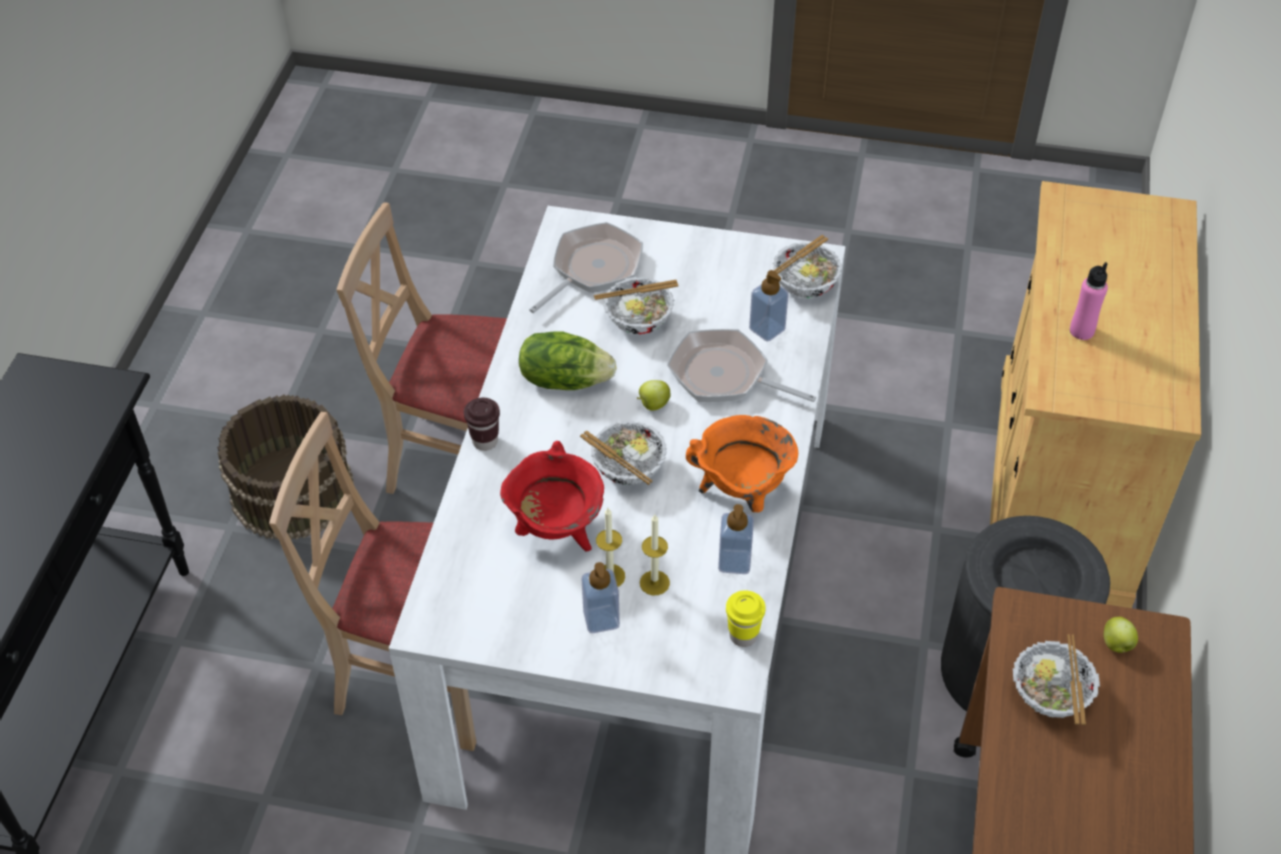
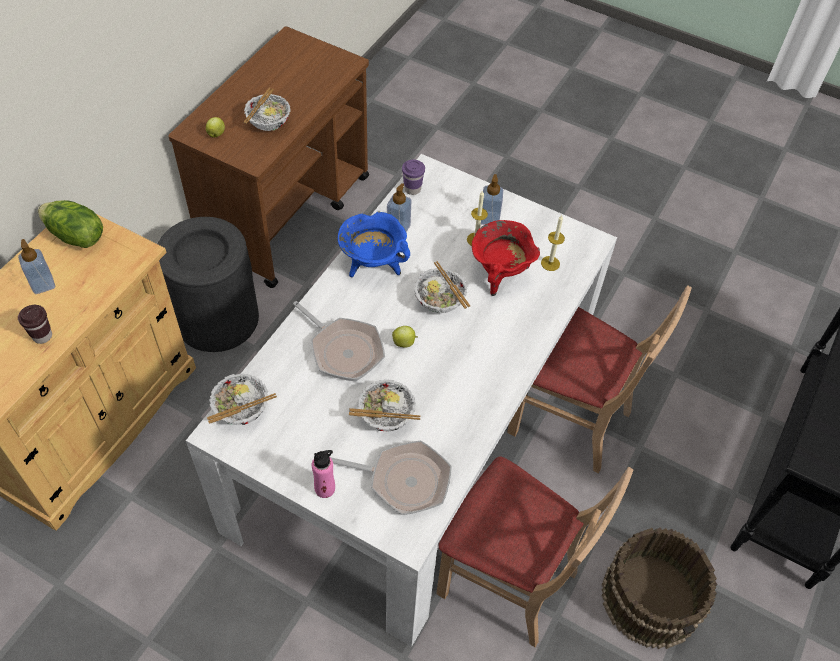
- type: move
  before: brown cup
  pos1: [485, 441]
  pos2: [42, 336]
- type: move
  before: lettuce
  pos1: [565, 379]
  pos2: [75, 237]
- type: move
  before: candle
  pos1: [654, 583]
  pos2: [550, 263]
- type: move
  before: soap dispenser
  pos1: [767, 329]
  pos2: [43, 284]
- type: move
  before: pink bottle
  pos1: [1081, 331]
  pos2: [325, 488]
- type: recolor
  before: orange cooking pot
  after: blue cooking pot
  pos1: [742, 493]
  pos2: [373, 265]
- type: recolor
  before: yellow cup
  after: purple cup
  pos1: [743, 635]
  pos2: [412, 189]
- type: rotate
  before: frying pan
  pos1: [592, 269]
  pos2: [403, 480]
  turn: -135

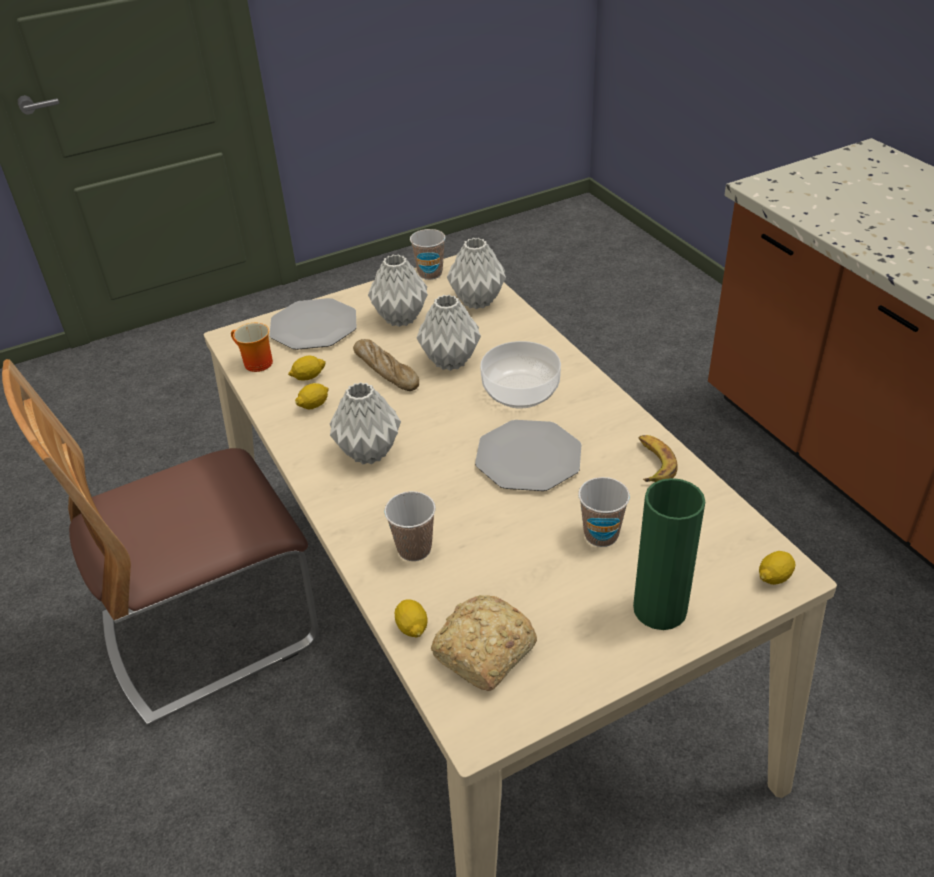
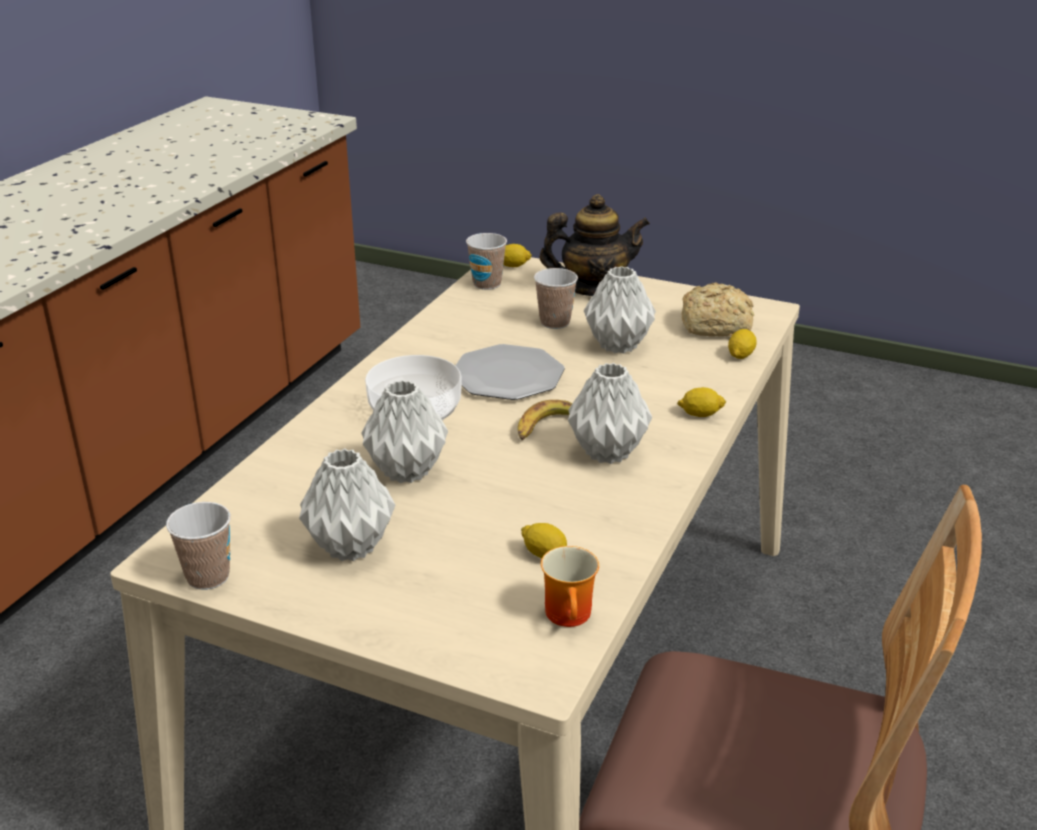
- type: delete
  before: plate
  pos1: [314, 326]
- type: delete
  before: bread
  pos1: [386, 371]
- type: move
  before: lemon
  pos1: [314, 405]
  pos2: [700, 414]
- type: move
  before: cup
  pos1: [414, 549]
  pos2: [487, 284]
- type: move
  before: grey vase
  pos1: [476, 301]
  pos2: [619, 346]
- type: move
  before: banana
  pos1: [653, 463]
  pos2: [544, 427]
- type: replace
  before: green vase
  after: teapot
  pos1: [660, 609]
  pos2: [593, 288]

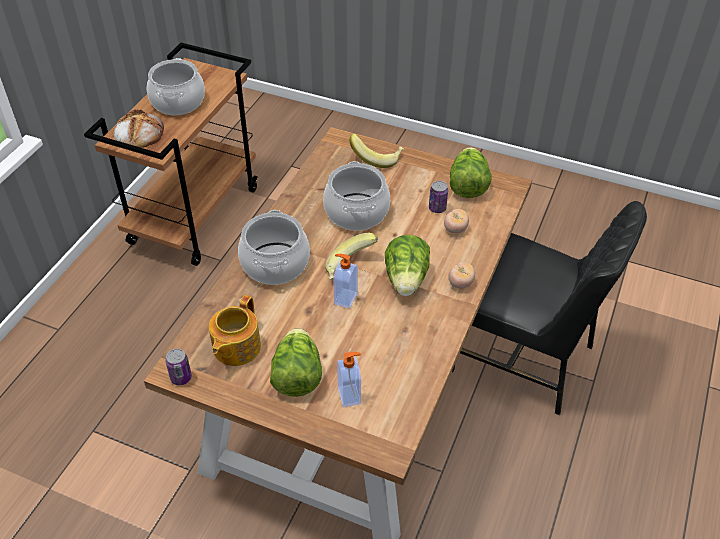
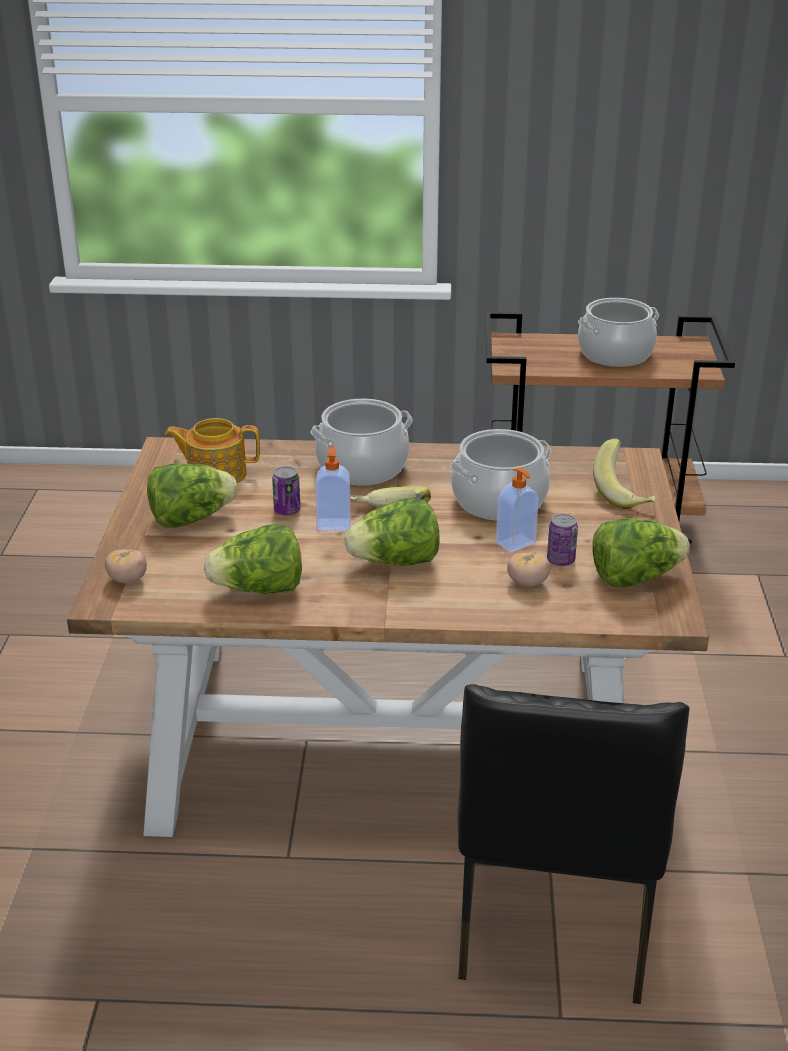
- type: delete
  before: bread
  pos1: [139, 133]
- type: insert
  after: lettuce
  pos2: [259, 589]
- type: move
  before: can
  pos1: [181, 378]
  pos2: [287, 510]
- type: move
  before: soap dispenser
  pos1: [350, 395]
  pos2: [516, 544]
- type: move
  before: tomato
  pos1: [460, 283]
  pos2: [127, 580]

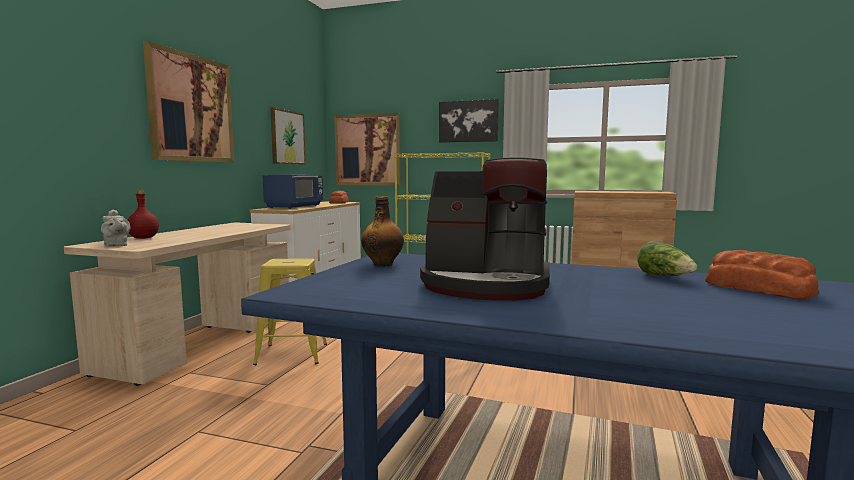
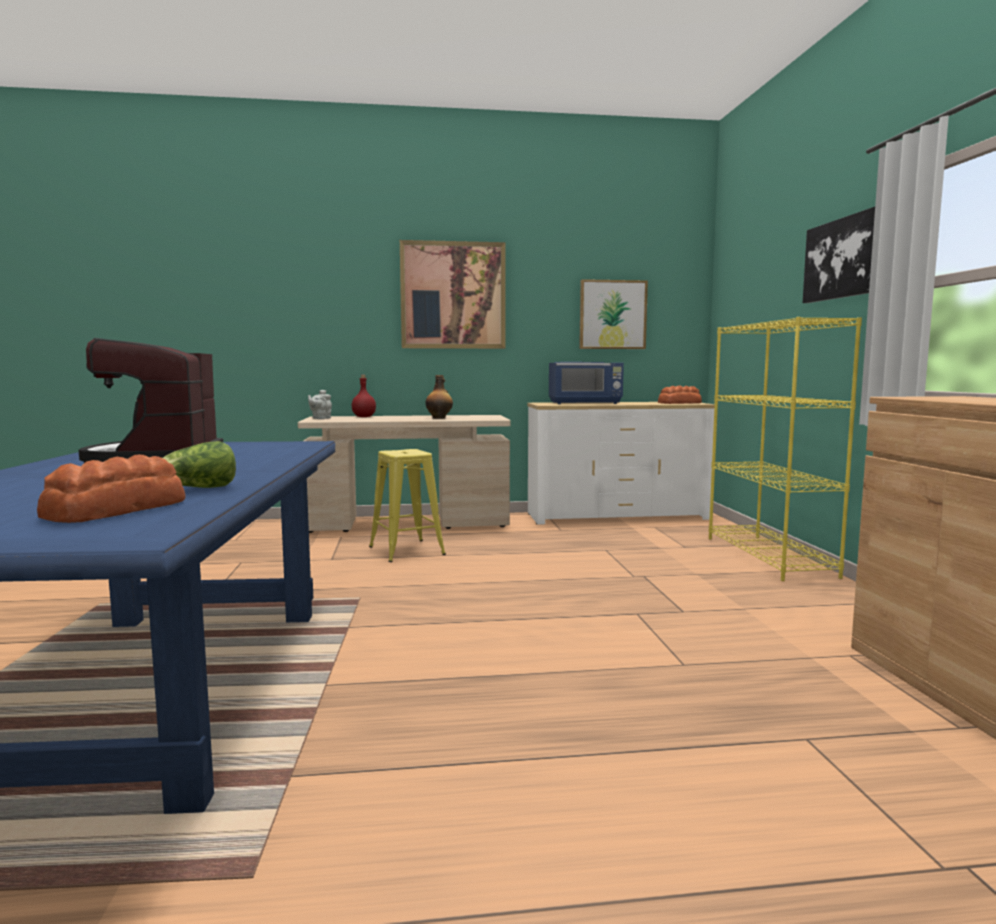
- type: delete
  before: picture
  pos1: [367, 150]
- type: move
  before: bottle
  pos1: [383, 264]
  pos2: [439, 418]

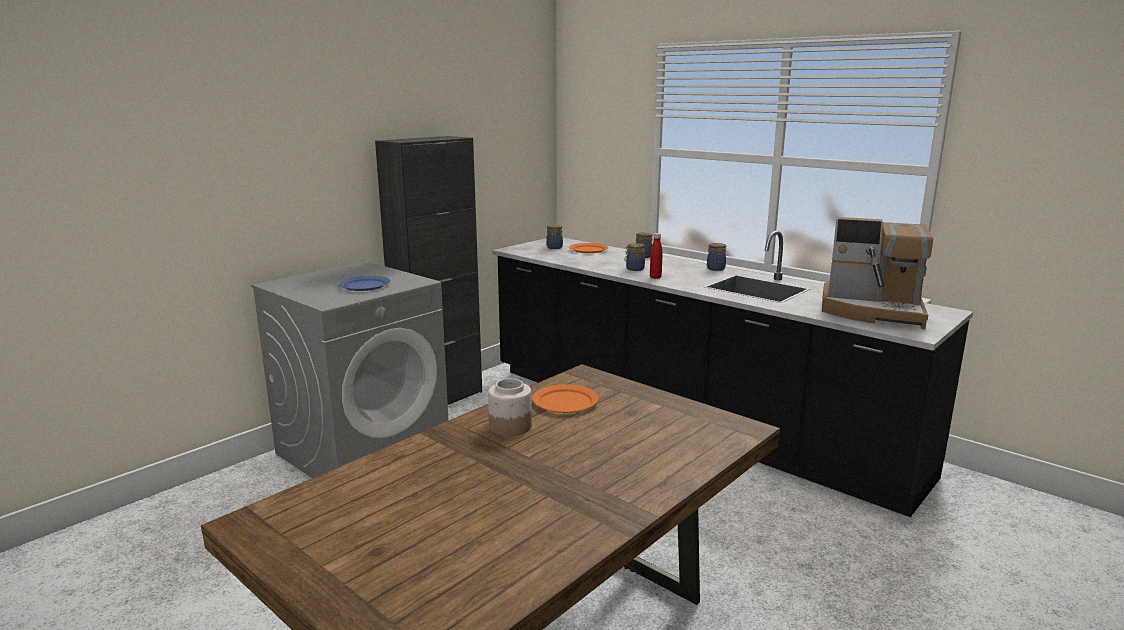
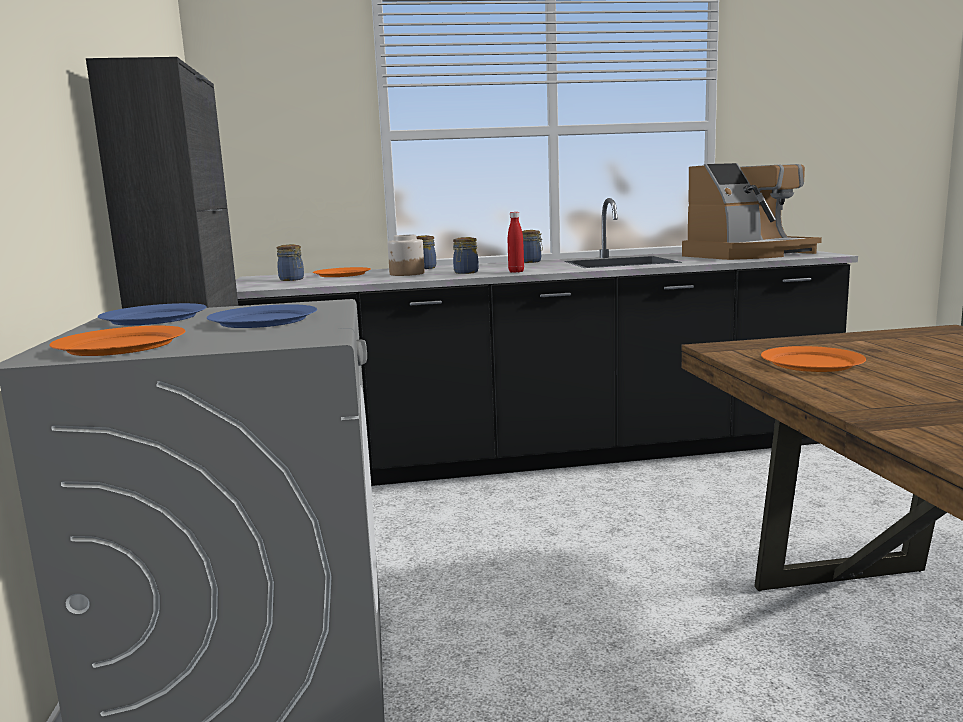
- type: insert
  after: orange plate
  pos2: [120, 346]
- type: insert
  after: blue plate
  pos2: [155, 318]
- type: move
  before: jar
  pos1: [510, 426]
  pos2: [407, 274]

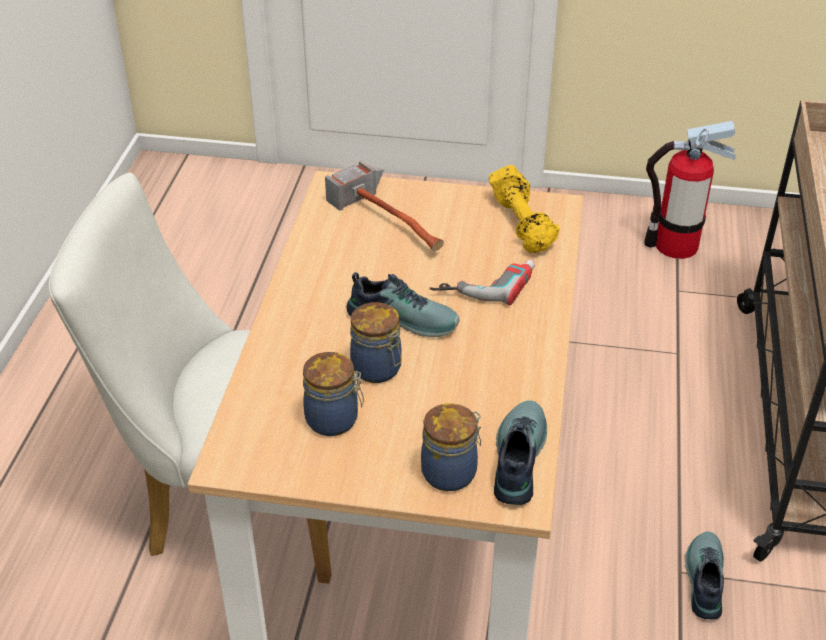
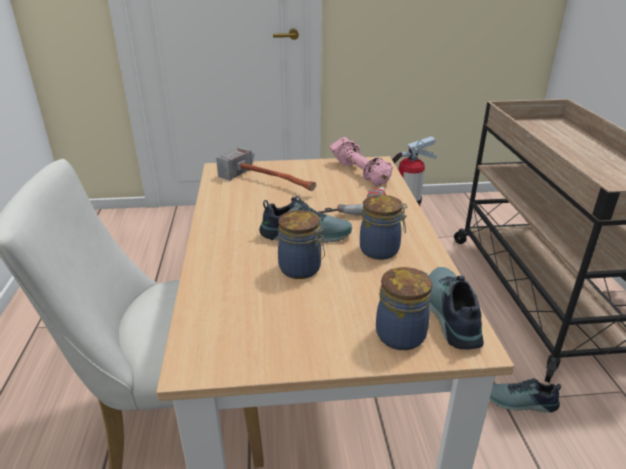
- type: move
  before: jar
  pos1: [334, 420]
  pos2: [381, 250]
- type: recolor
  before: yellow dumbbell
  after: pink dumbbell
  pos1: [522, 224]
  pos2: [360, 173]
- type: rotate
  before: shoe
  pos1: [702, 579]
  pos2: [520, 403]
  turn: -75

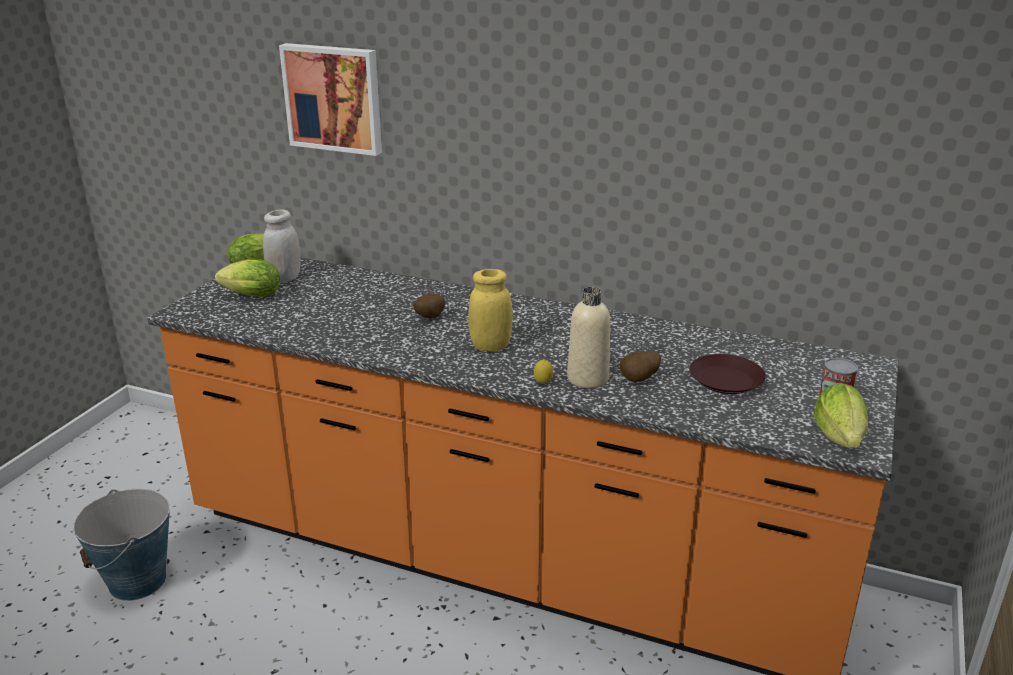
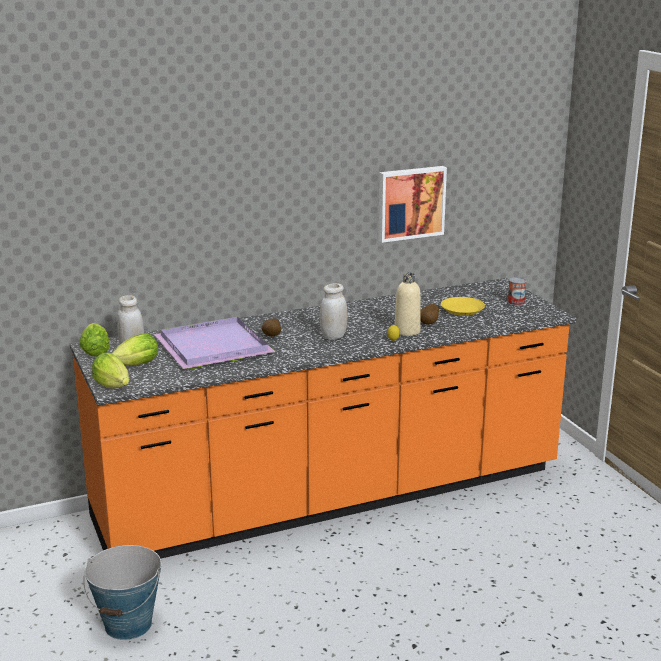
- type: insert
  after: purple tray
  pos2: [212, 348]
- type: move
  before: picture
  pos1: [334, 98]
  pos2: [410, 203]
- type: move
  before: lettuce
  pos1: [840, 441]
  pos2: [114, 387]
- type: recolor
  before: yellow jar
  after: white jar
  pos1: [490, 346]
  pos2: [333, 336]
- type: recolor
  before: brown plate
  after: yellow plate
  pos1: [726, 381]
  pos2: [462, 310]

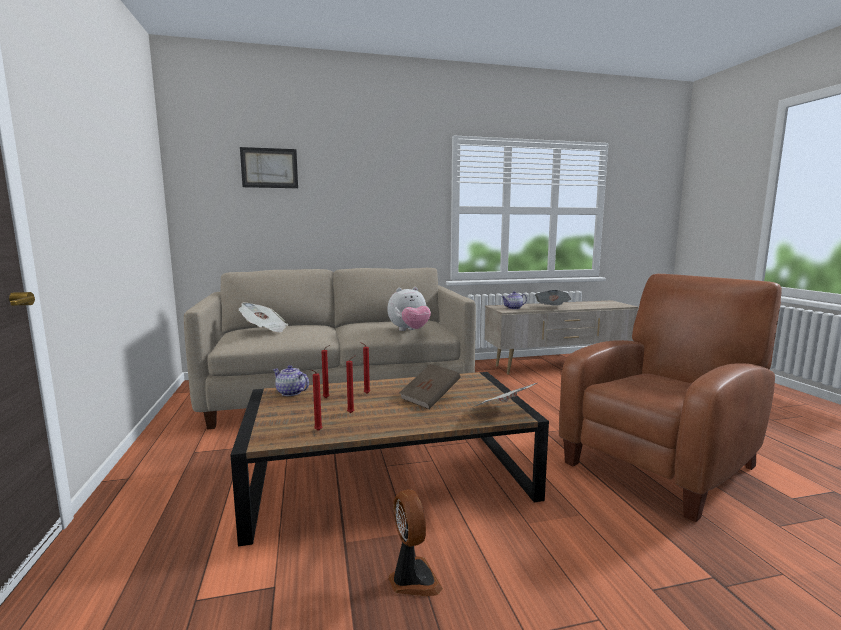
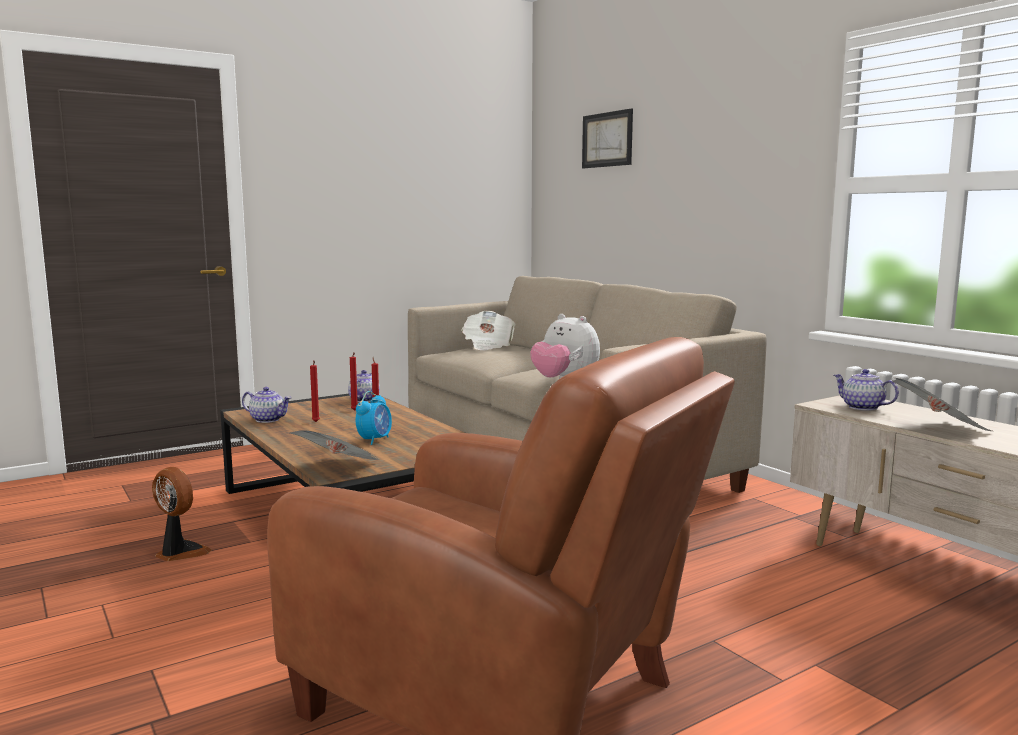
- type: replace
  before: red candle
  after: teapot
  pos1: [317, 431]
  pos2: [268, 419]
- type: replace
  before: brown book
  after: alarm clock
  pos1: [430, 398]
  pos2: [375, 440]
- type: rotate
  before: fan
  pos1: [412, 579]
  pos2: [180, 553]
  turn: -105

